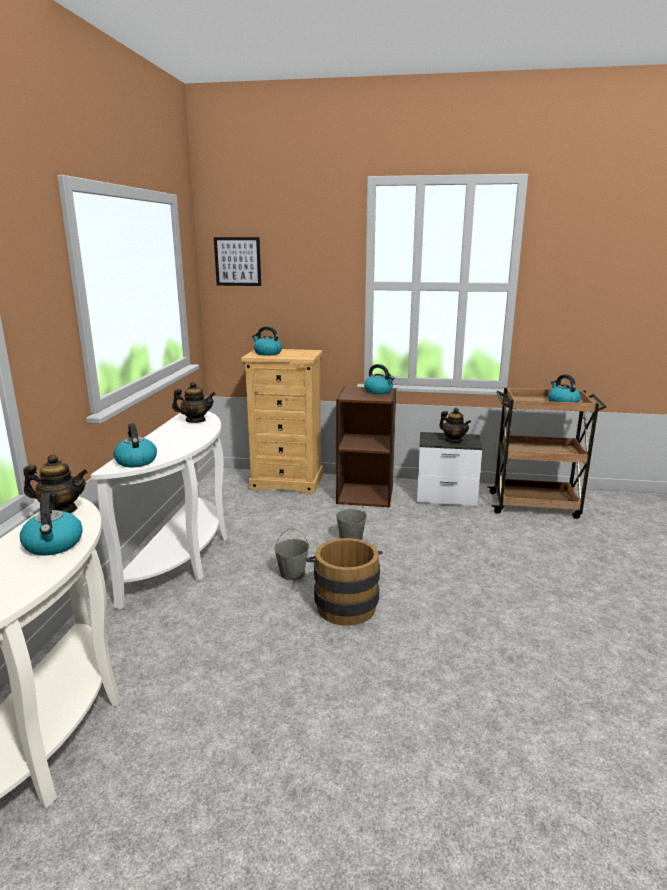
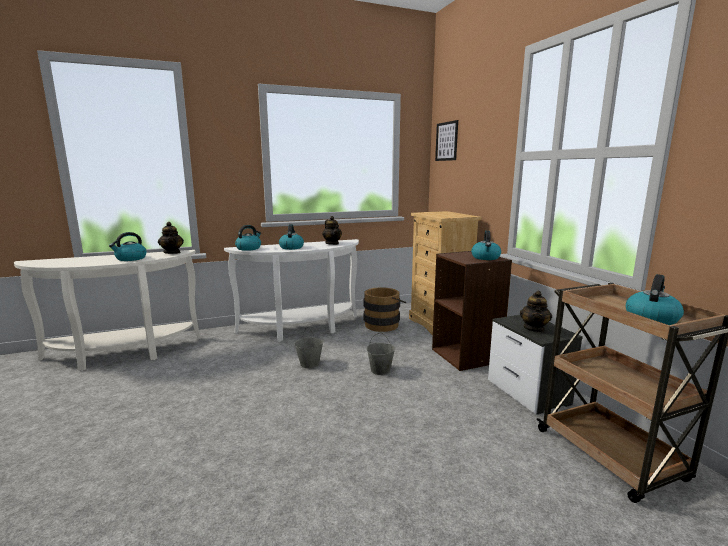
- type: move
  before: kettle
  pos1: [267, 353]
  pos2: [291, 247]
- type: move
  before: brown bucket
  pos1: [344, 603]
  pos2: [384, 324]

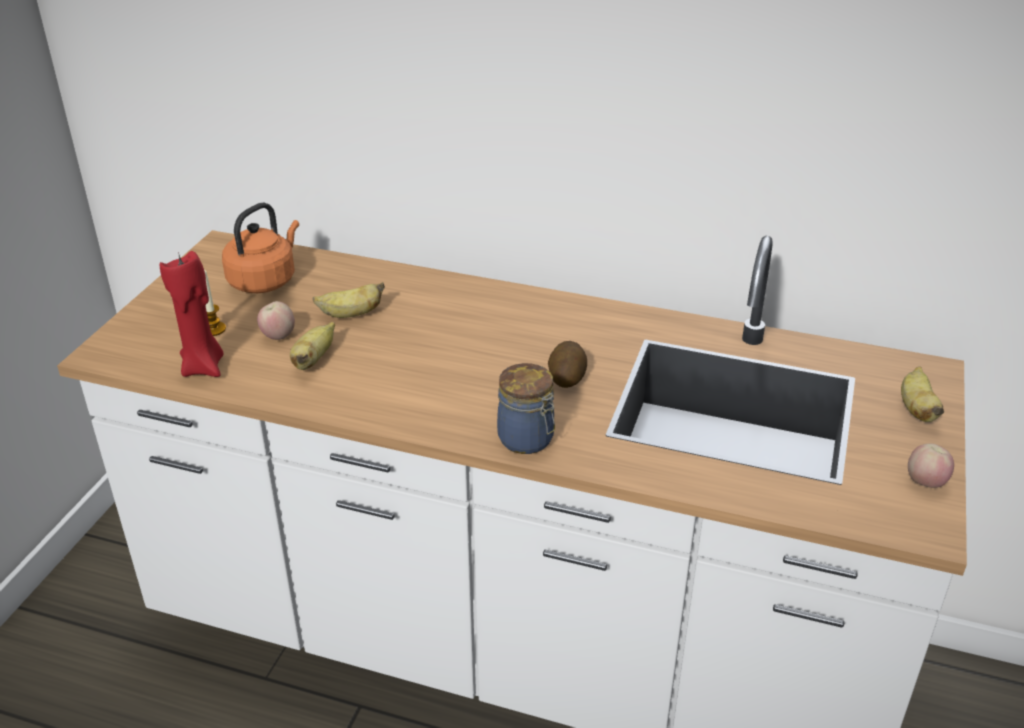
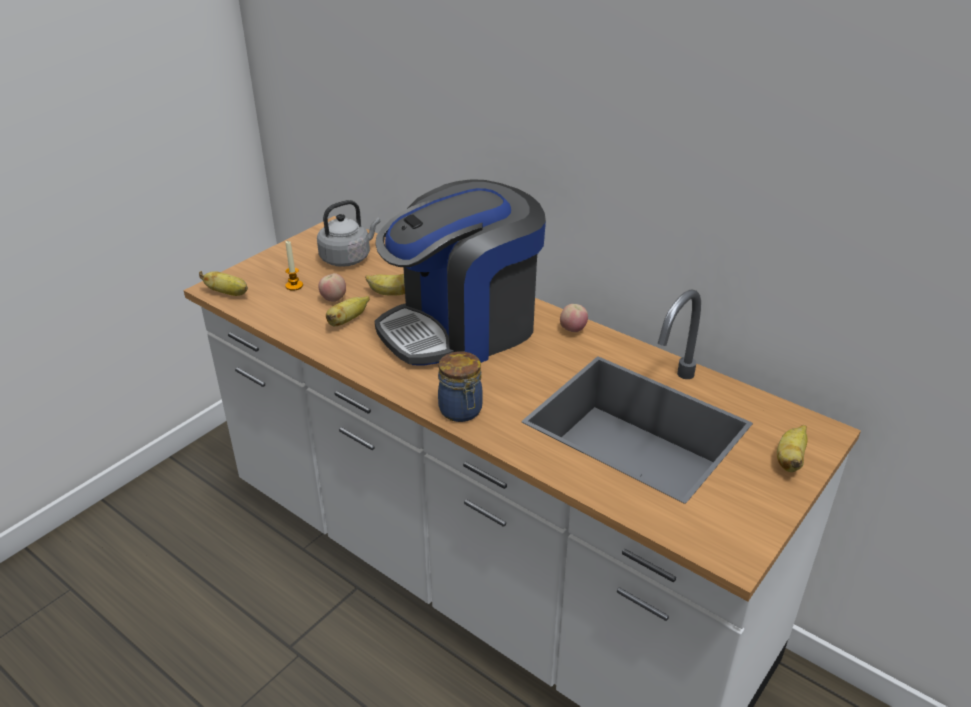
- type: delete
  before: red candle
  pos1: [204, 366]
- type: delete
  before: potato
  pos1: [567, 377]
- type: insert
  after: banana
  pos2: [228, 293]
- type: insert
  after: coffee machine
  pos2: [462, 328]
- type: move
  before: apple
  pos1: [925, 483]
  pos2: [573, 330]
- type: recolor
  before: orange kettle
  after: grey kettle
  pos1: [265, 280]
  pos2: [348, 258]

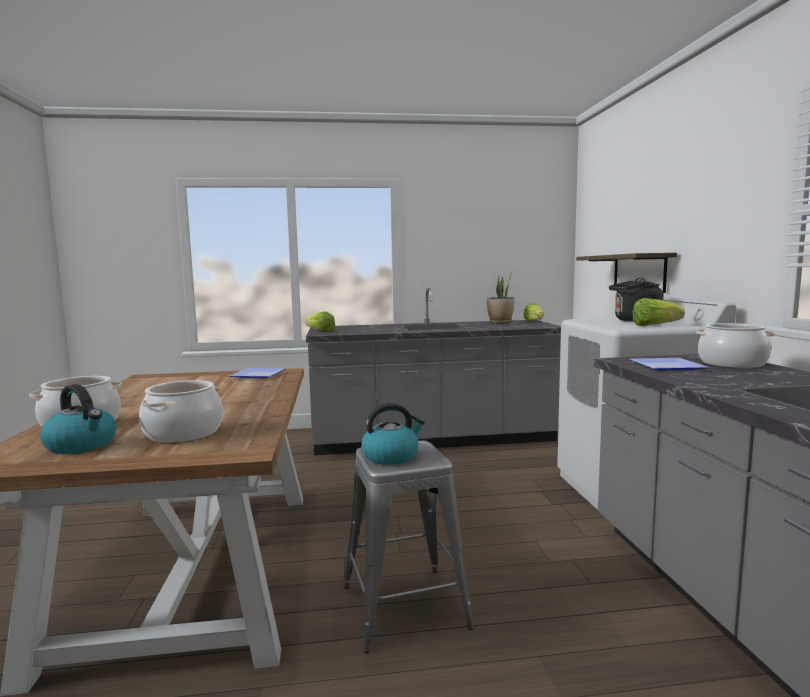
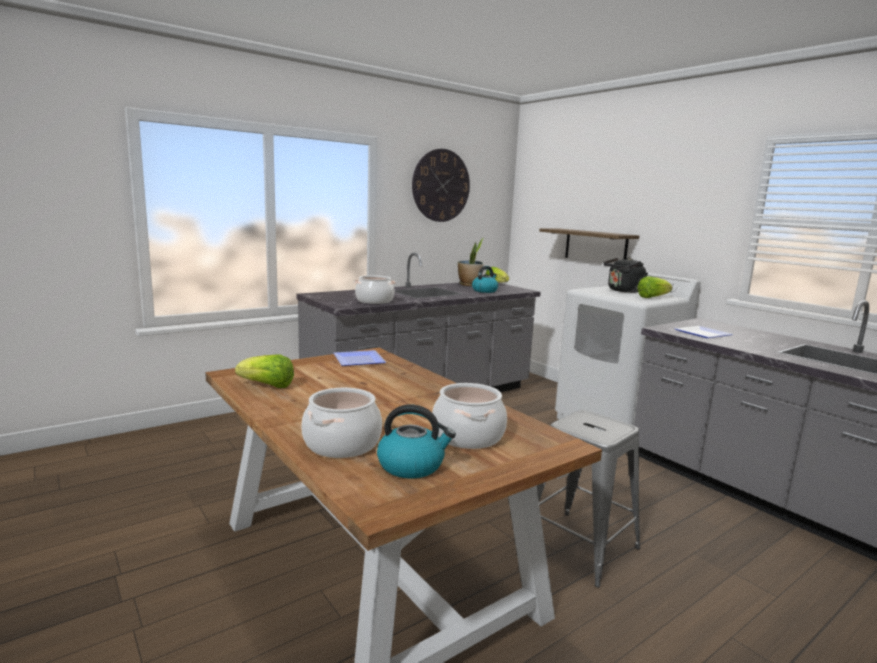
- type: insert
  after: wall clock
  pos2: [441, 185]
- type: move
  before: lettuce
  pos1: [320, 331]
  pos2: [268, 386]
- type: move
  before: kettle
  pos1: [391, 456]
  pos2: [485, 290]
- type: move
  before: cooking pot
  pos1: [731, 364]
  pos2: [374, 301]

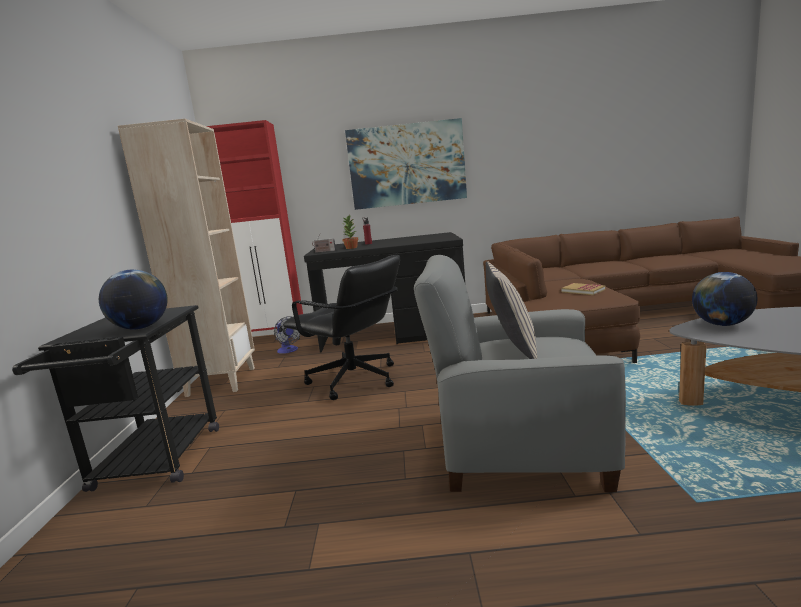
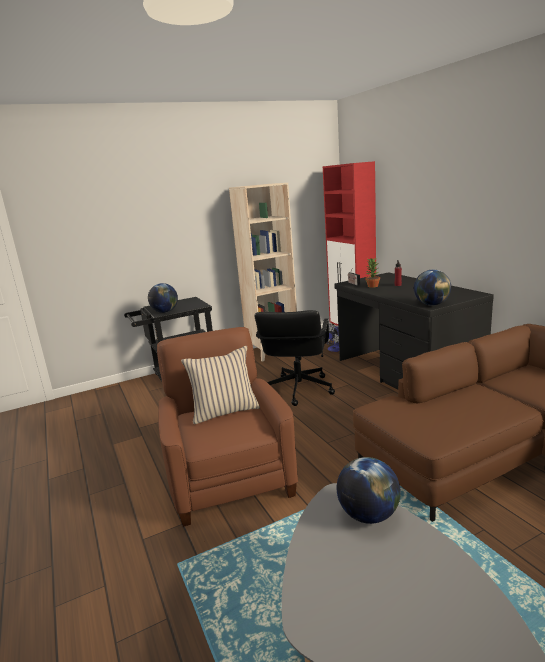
- type: delete
  before: picture
  pos1: [407, 164]
- type: delete
  before: book
  pos1: [583, 291]
- type: insert
  after: globe
  pos2: [431, 304]
- type: recolor
  before: grey armchair
  after: brown armchair
  pos1: [518, 445]
  pos2: [229, 477]

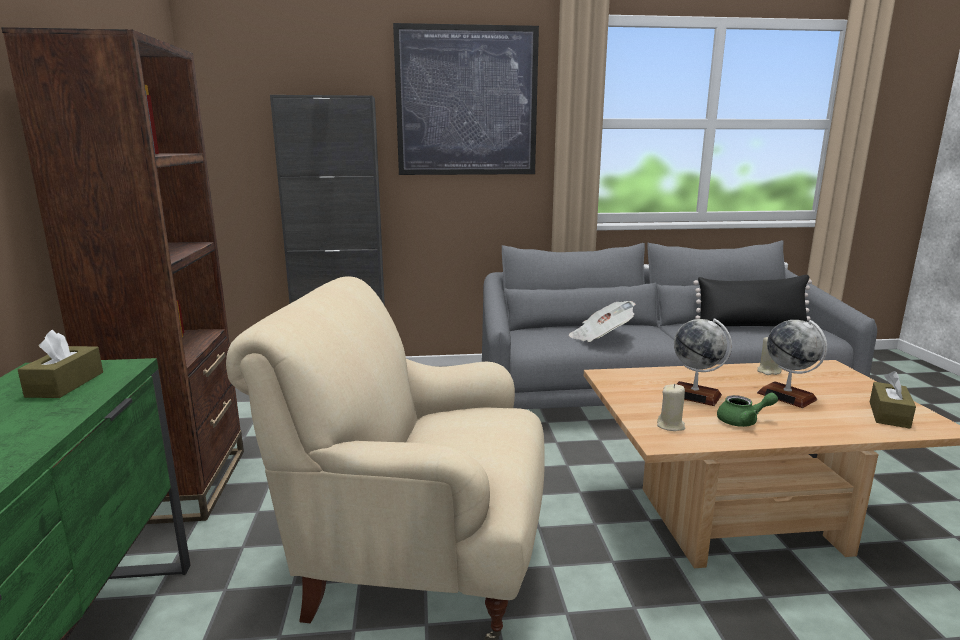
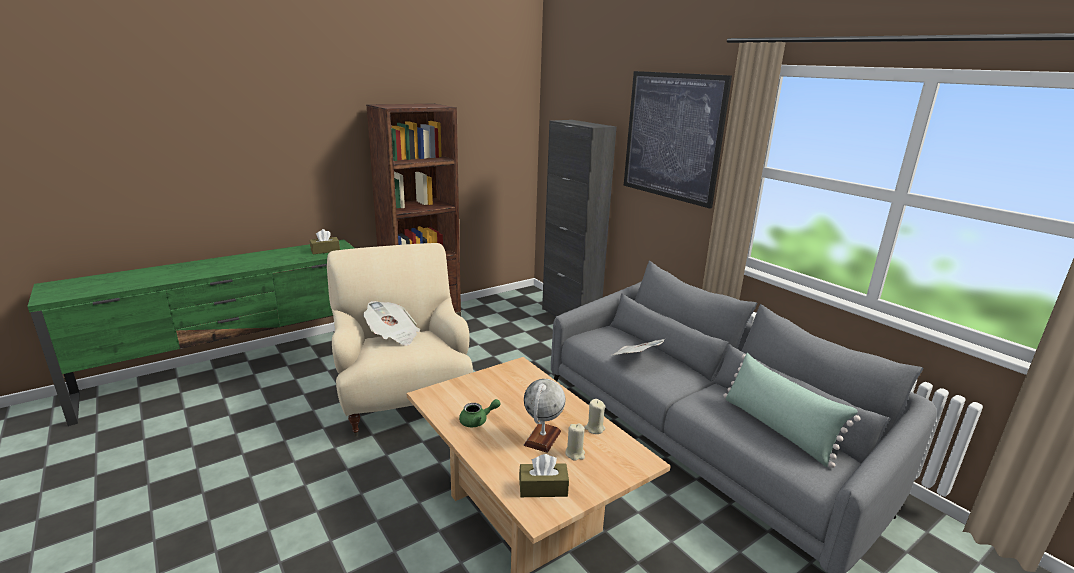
- type: delete
  before: globe
  pos1: [694, 395]
- type: insert
  after: newspaper
  pos2: [393, 336]
- type: move
  before: beige candle
  pos1: [670, 426]
  pos2: [575, 454]
- type: recolor
  before: black pillow
  after: green pillow
  pos1: [750, 326]
  pos2: [777, 429]
- type: rotate
  before: green teapot
  pos1: [743, 421]
  pos2: [477, 421]
  turn: -75

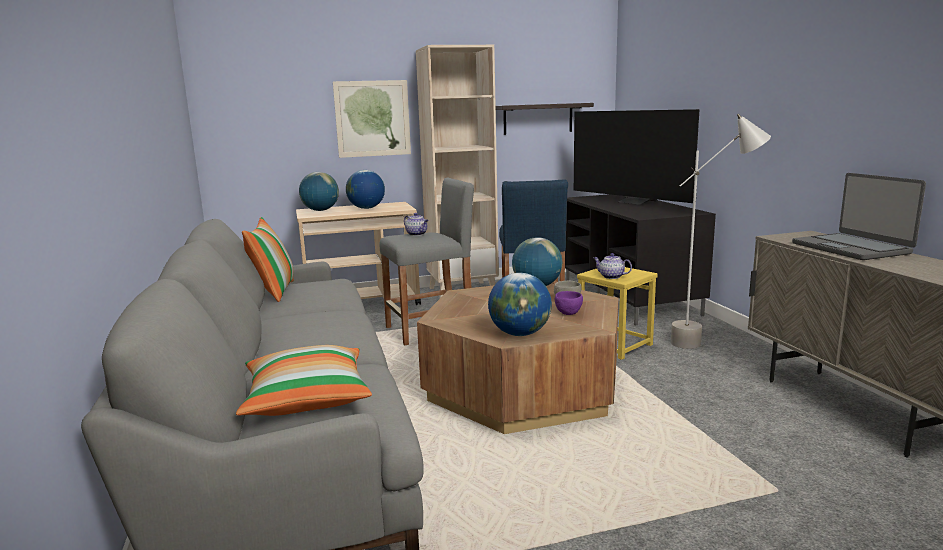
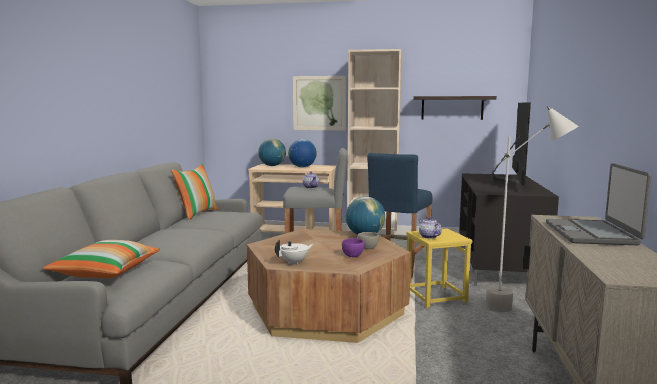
- type: replace
  before: globe
  after: white teapot
  pos1: [520, 334]
  pos2: [294, 262]
- type: rotate
  before: television
  pos1: [634, 202]
  pos2: [510, 181]
  turn: -150

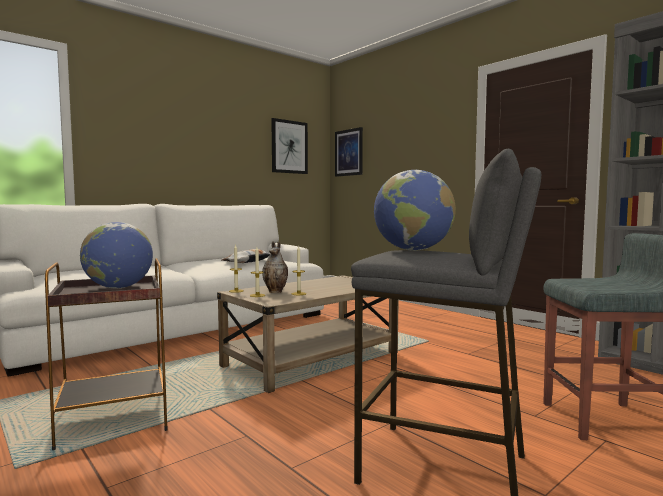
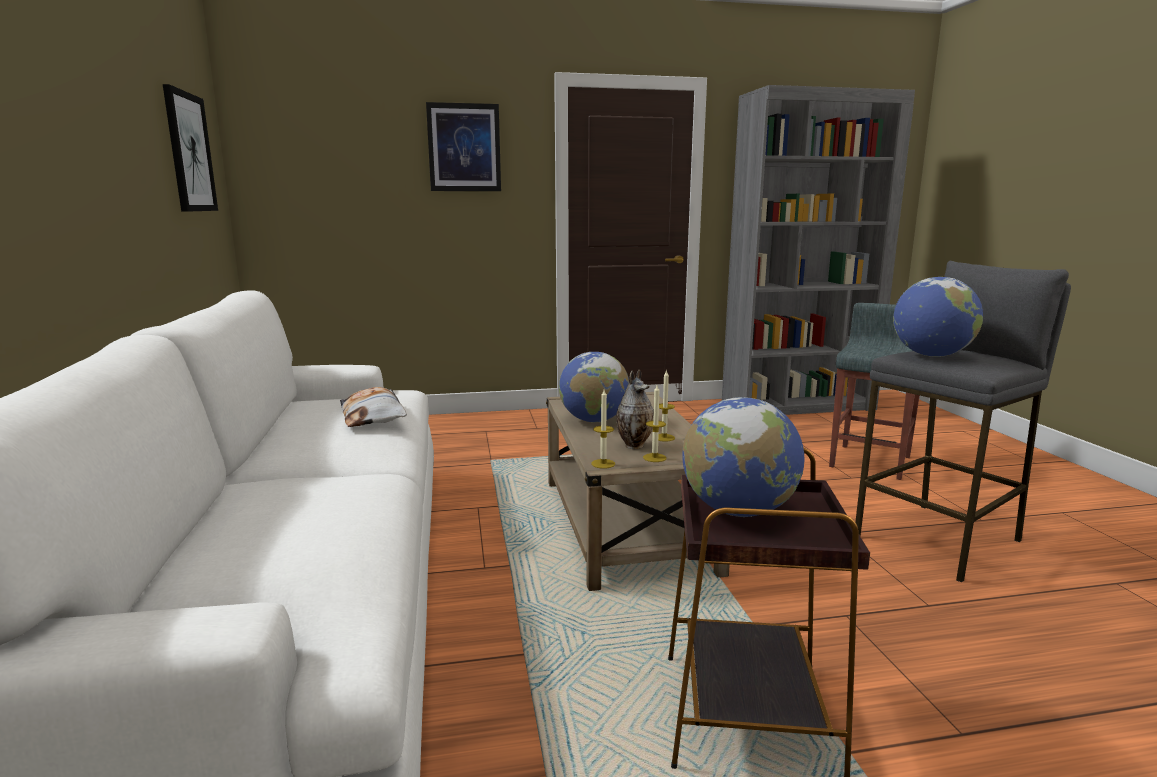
- type: insert
  after: globe
  pos2: [594, 420]
- type: move
  before: picture
  pos1: [349, 152]
  pos2: [464, 148]

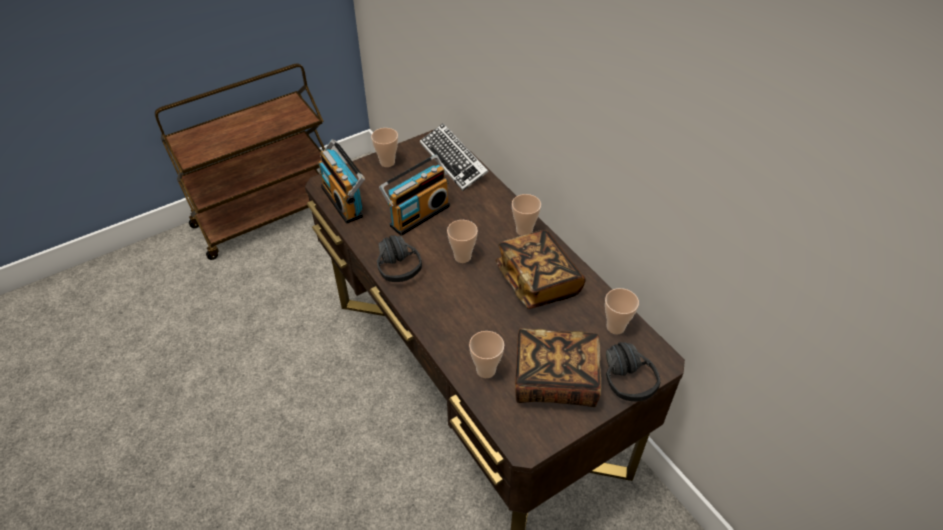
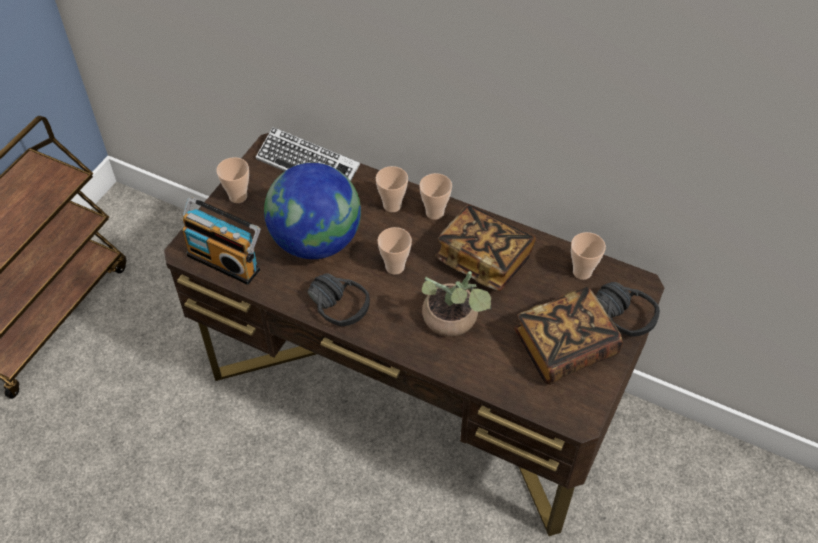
- type: insert
  after: potted plant
  pos2: [453, 322]
- type: move
  before: cup
  pos1: [486, 370]
  pos2: [392, 205]
- type: replace
  before: radio
  after: globe
  pos1: [418, 214]
  pos2: [316, 241]

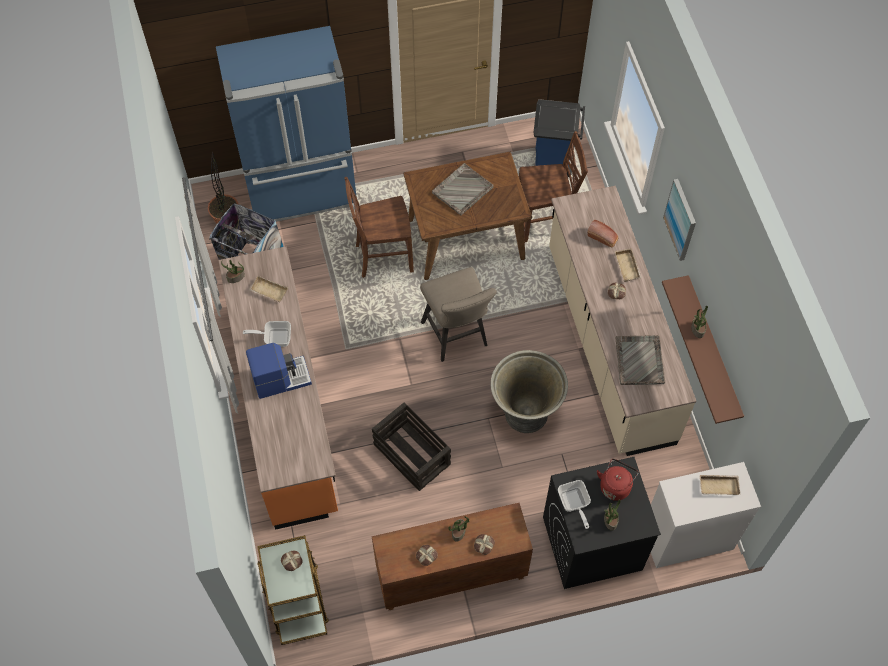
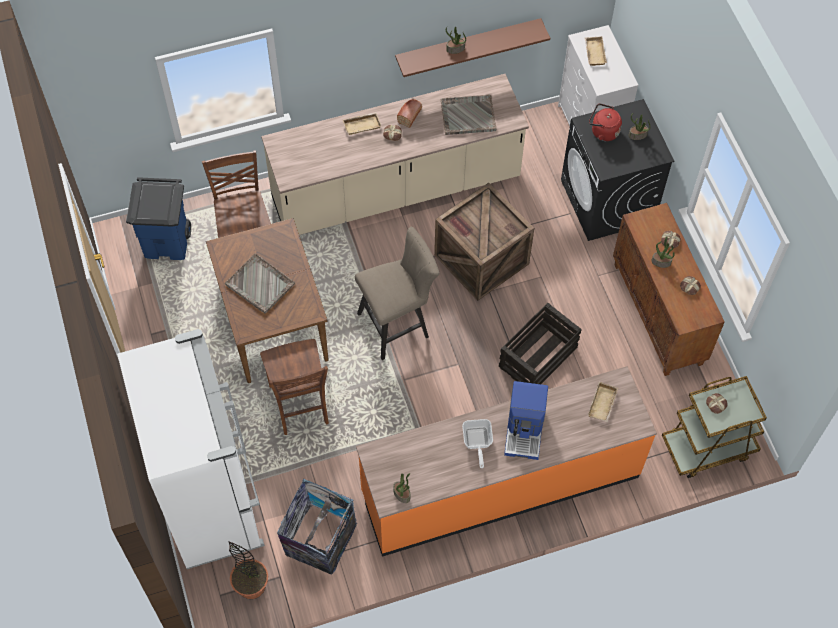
- type: delete
  before: frying pan
  pos1: [574, 504]
- type: delete
  before: picture
  pos1: [681, 219]
- type: move
  before: beige tray
  pos1: [268, 291]
  pos2: [603, 404]
- type: move
  before: bread
  pos1: [603, 238]
  pos2: [410, 115]
- type: replace
  before: grey planter
  after: crate
  pos1: [525, 413]
  pos2: [480, 259]
- type: recolor
  before: blue fridge
  after: white fridge
  pos1: [302, 194]
  pos2: [213, 501]
- type: rotate
  before: coffee machine
  pos1: [280, 378]
  pos2: [525, 430]
  turn: -150

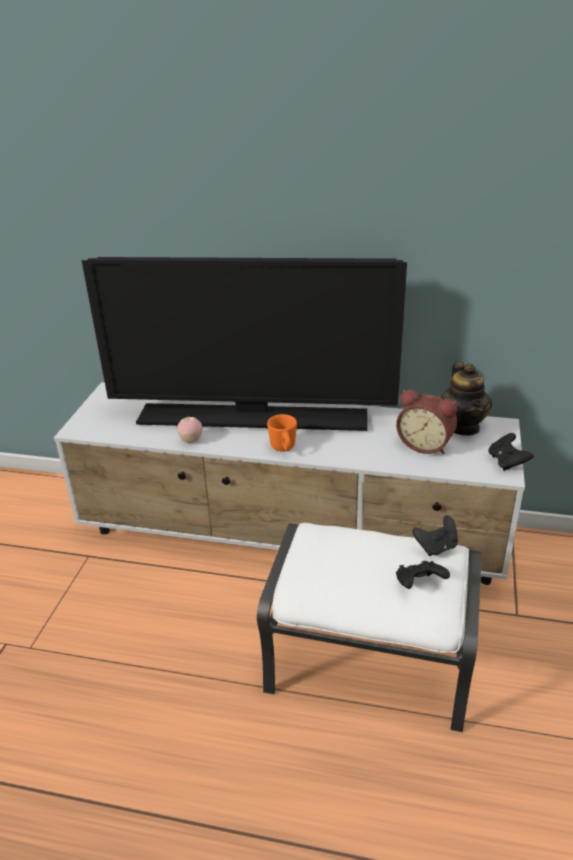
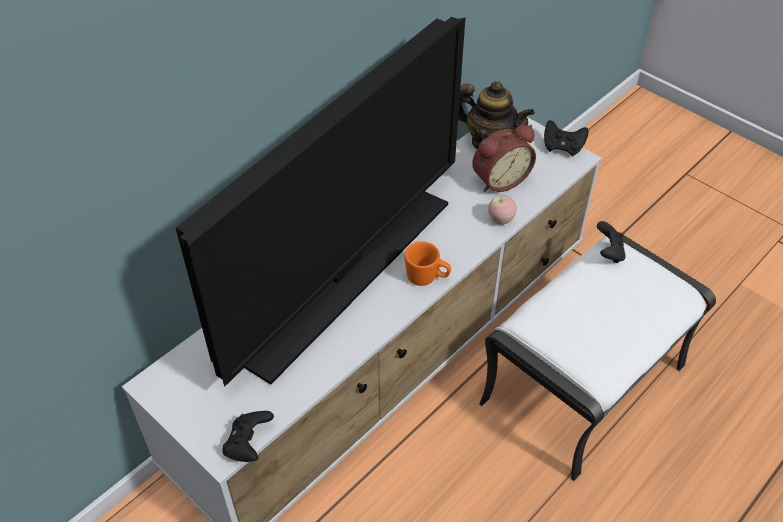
- type: move
  before: apple
  pos1: [191, 440]
  pos2: [500, 220]
- type: move
  before: black game controller
  pos1: [419, 584]
  pos2: [248, 444]

